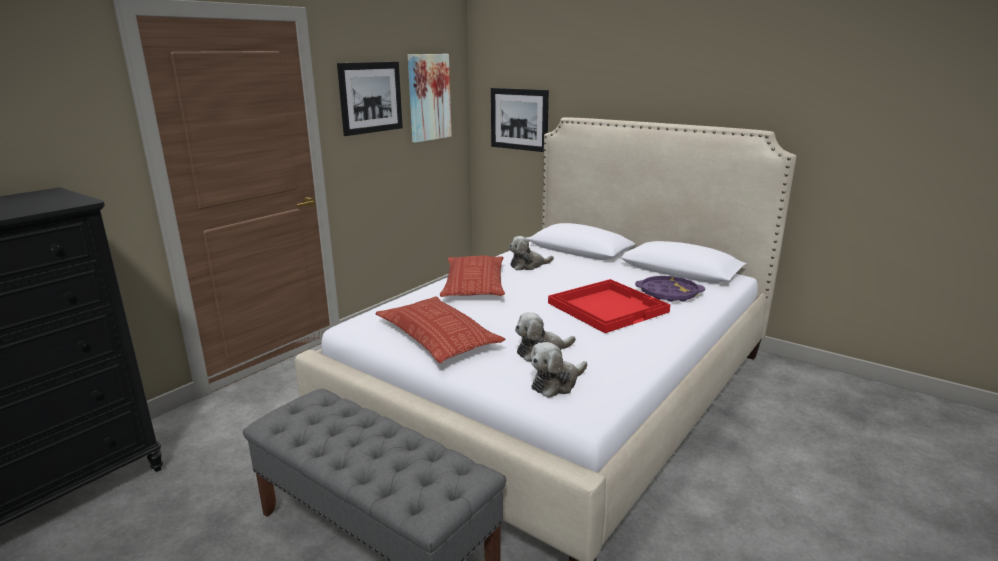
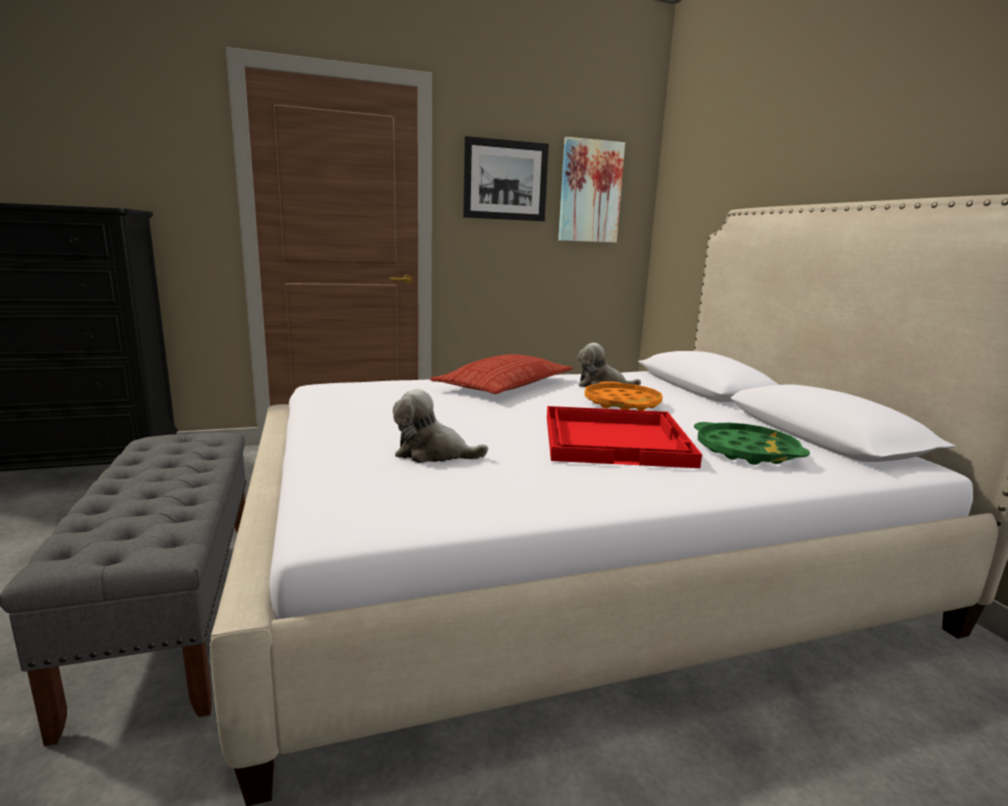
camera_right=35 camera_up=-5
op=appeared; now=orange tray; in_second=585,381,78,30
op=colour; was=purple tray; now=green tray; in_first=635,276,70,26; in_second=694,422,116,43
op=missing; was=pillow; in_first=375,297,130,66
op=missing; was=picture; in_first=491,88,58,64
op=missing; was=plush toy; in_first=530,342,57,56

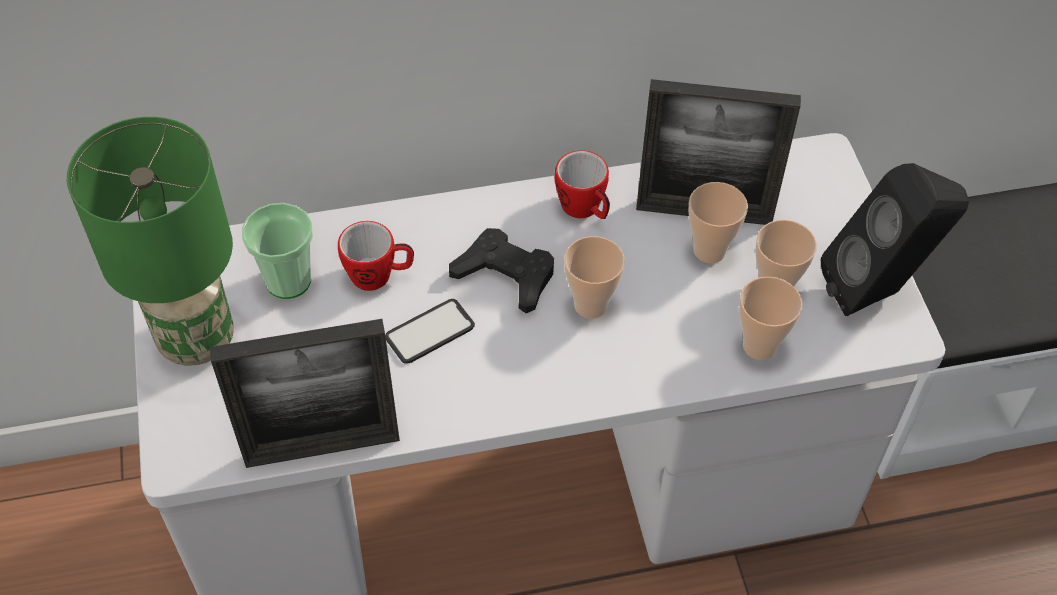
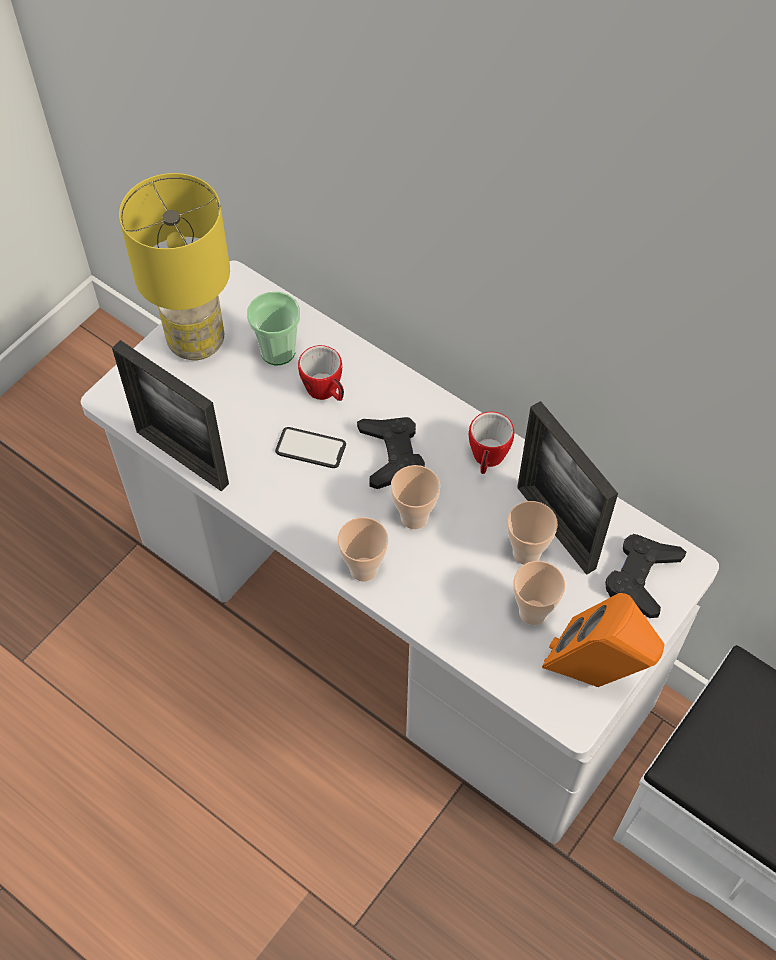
camera_right=50 camera_up=5
op=colour; was=green table lamp; now=yellow table lamp; in_first=67,117,167,248; in_second=119,173,111,187
op=relocated; was=cup; in_first=739,276,63,84; in_second=338,517,50,65
op=colour; was=black speaker; now=orange speaker; in_first=821,163,148,153; in_second=542,593,123,94
op=appeared; now=black game controller; in_second=605,534,82,84

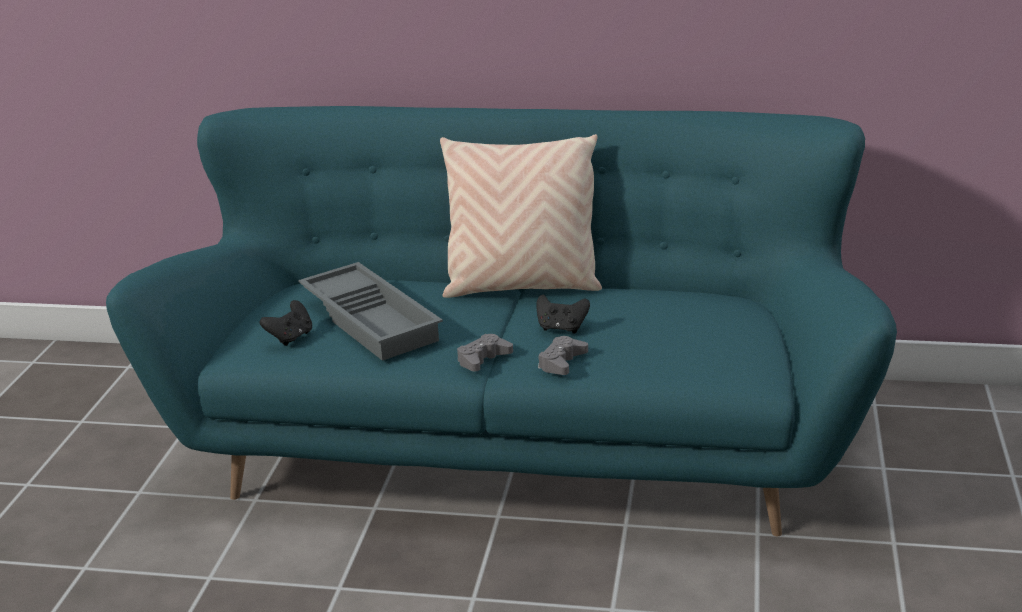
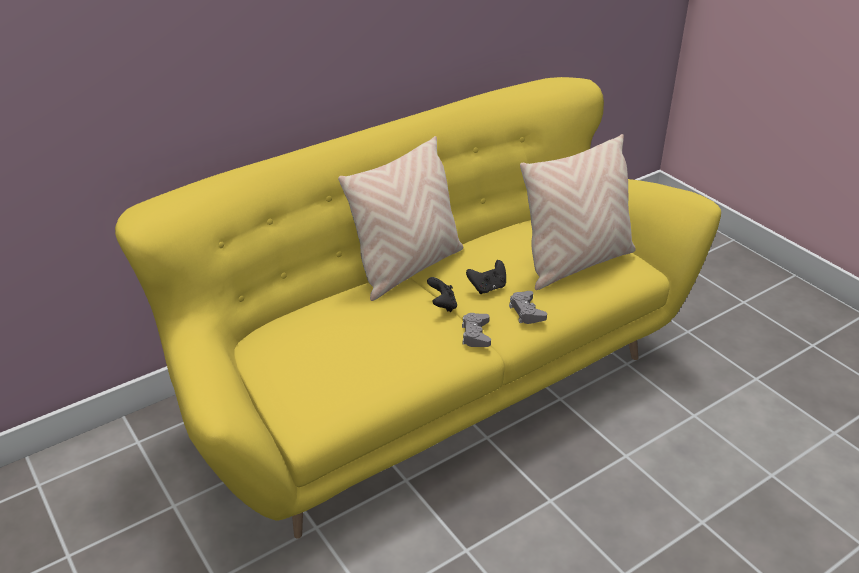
camera_right=-45 camera_up=10
op=colour; was=turquoise sofa; now=yellow sofa; in_first=106,106,791,430; in_second=115,77,606,462
op=relocated; was=black game controller; in_first=260,300,52,46; in_second=427,277,30,35
op=appeared; now=beige pillow; in_second=520,134,116,156
op=missing; was=grey tray; in_first=298,262,145,99

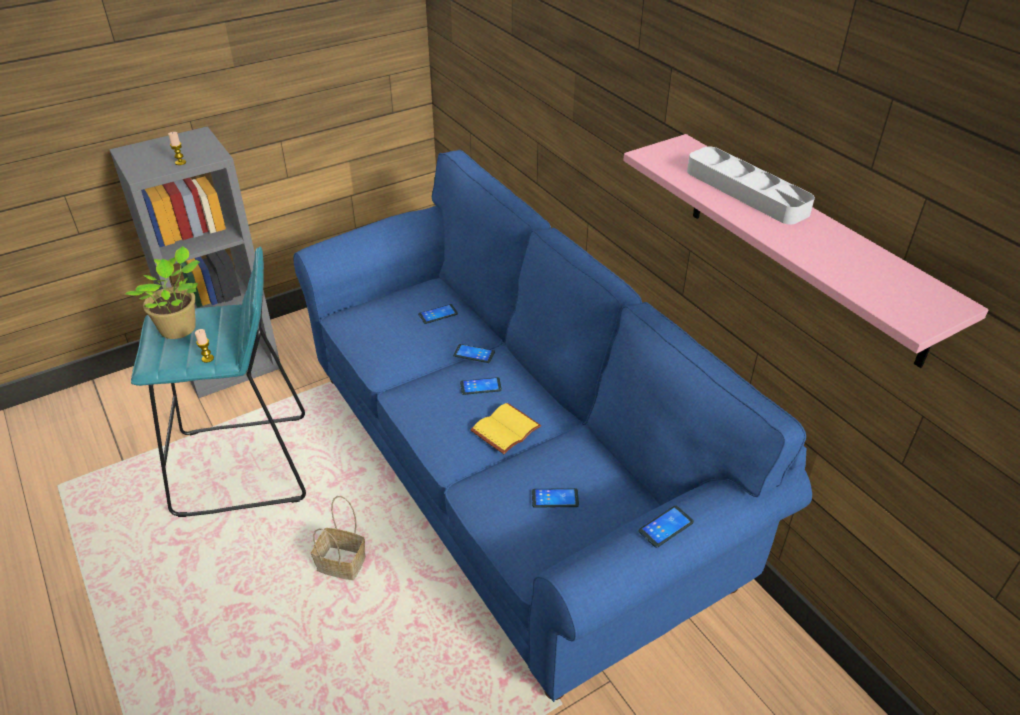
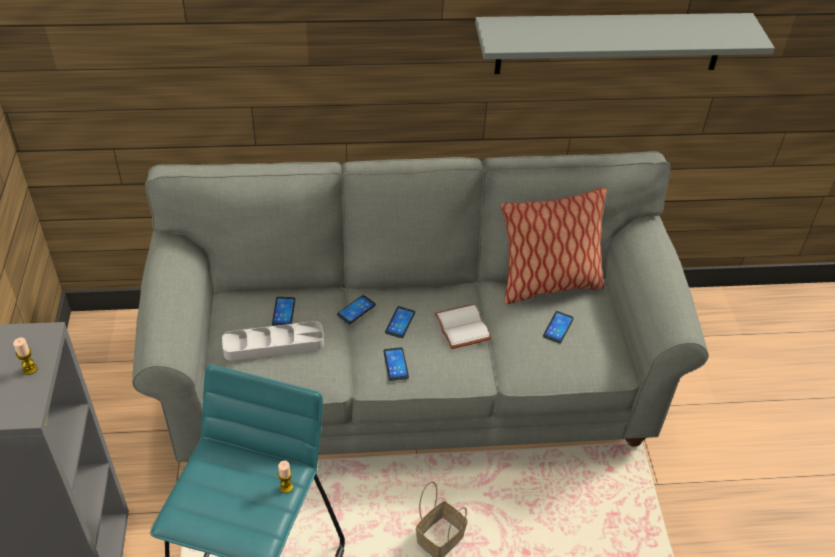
camera_right=-65 camera_up=5
op=colour; was=blue sofa; now=grey sofa; in_first=293,150,519,552; in_second=132,151,577,311
op=relocated; was=grey tray; in_first=687,147,128,77; in_second=222,321,102,40
op=relocated; was=phone; in_first=639,506,55,42; in_second=383,347,26,34
op=colour; was=yellow book; now=white book; in_first=470,403,71,51; in_second=434,304,58,45
op=colour; was=pink shelf; now=grey shelf; in_first=623,134,366,234; in_second=475,13,300,61
op=appeared; now=pillow; in_second=501,187,106,117
op=missing; was=potted plant; in_first=125,246,75,93

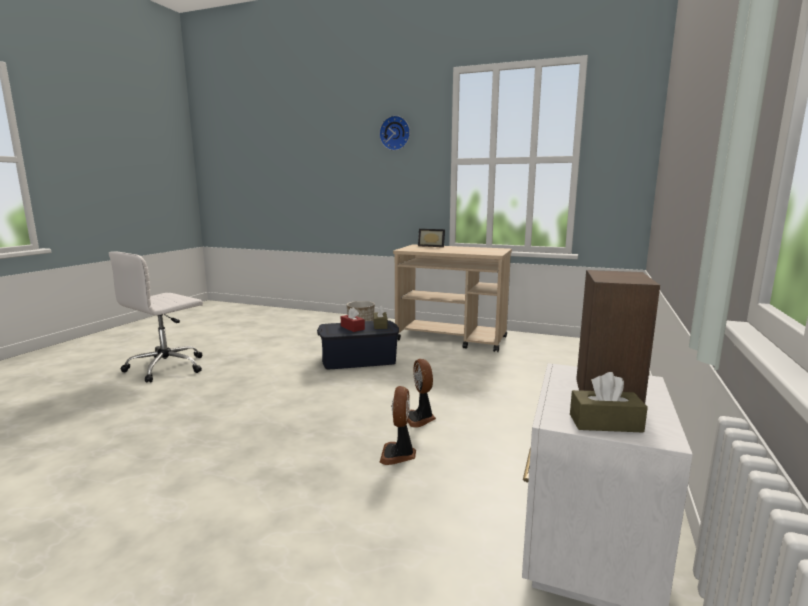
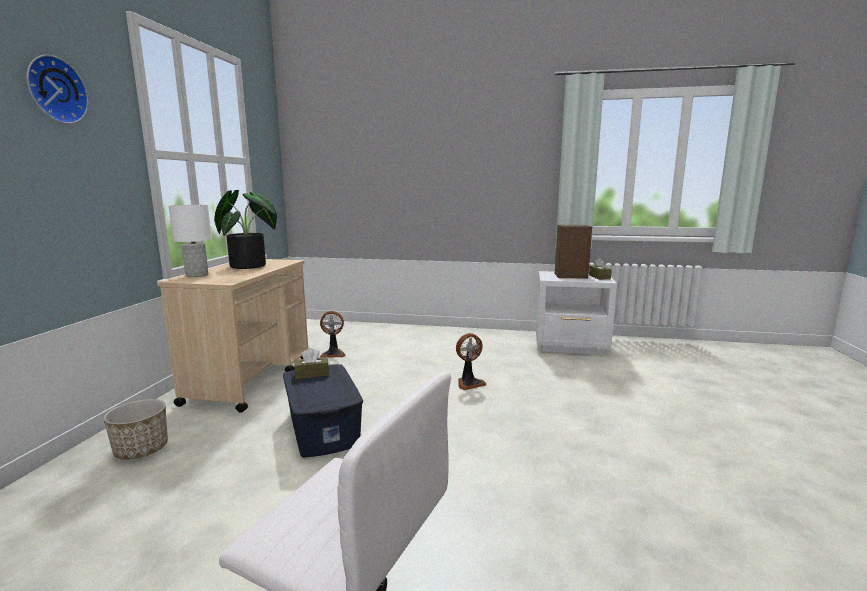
camera_right=-100 camera_up=0
op=exchanged; was=picture frame; now=white table lamp; in_first=418,229,27,18; in_second=169,205,43,72
op=appeared; now=potted plant; in_second=214,190,63,79
op=relocated; was=fan; in_first=380,386,36,79; in_second=320,311,26,47
op=missing; was=red tissue box; in_first=341,307,24,25

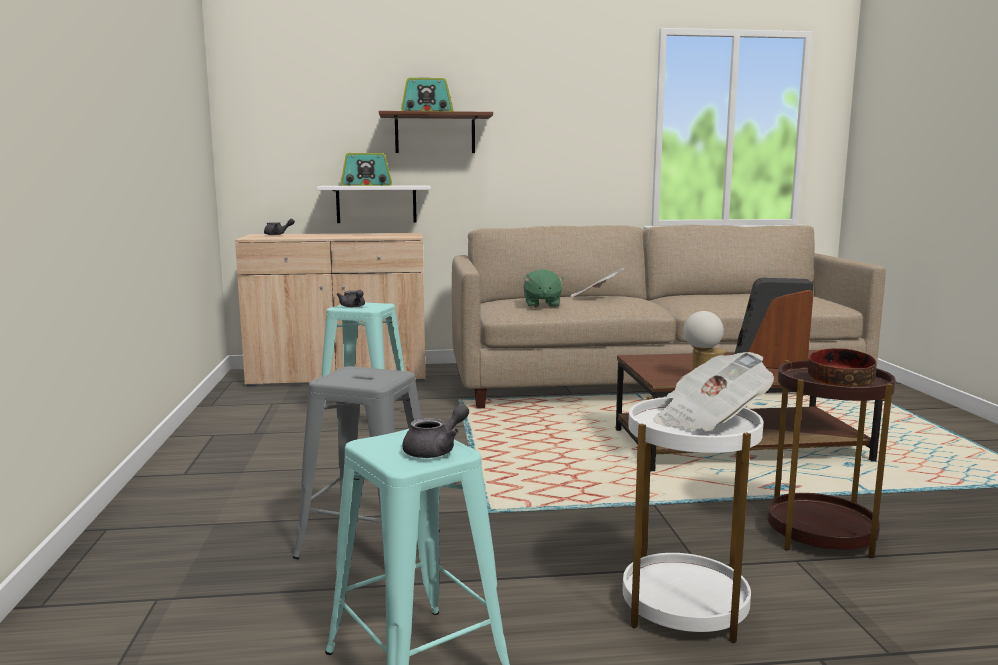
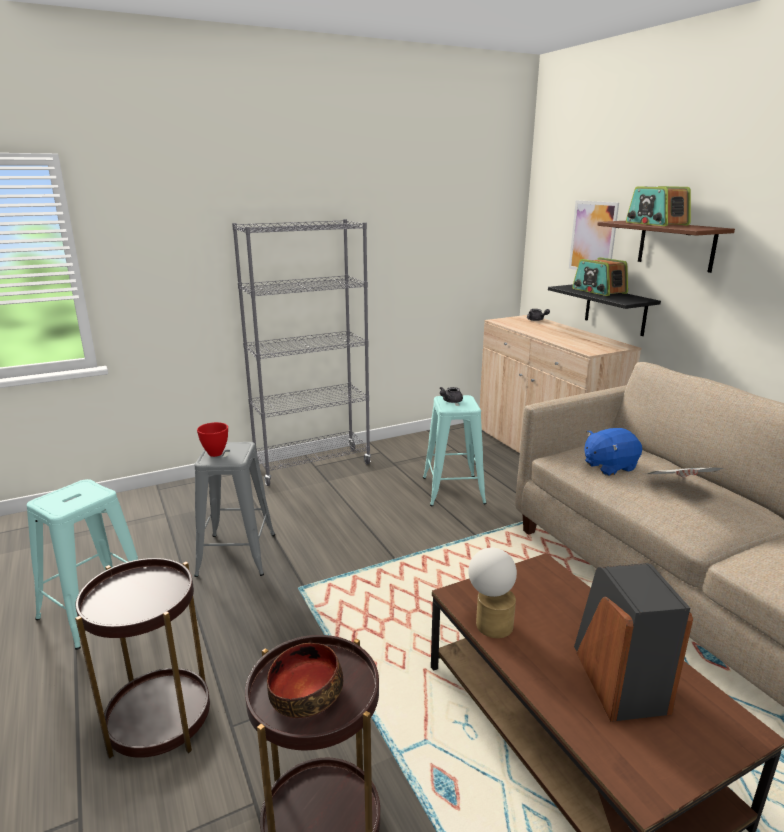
camera_right=70 camera_up=10
op=colour; was=white side table; now=brown side table; in_first=623,396,140,247; in_second=75,558,135,201
op=appeared; now=red bowl; in_second=197,422,31,35
op=appeared; now=grey bookcase; in_second=232,219,139,267
op=colour; was=white shelf; now=black shelf; in_first=316,186,115,37; in_second=548,284,113,52
op=appeared; now=picture; in_second=569,200,50,70
op=colour; was=green plush toy; now=blue plush toy; in_first=524,269,41,38; in_second=585,428,57,48
op=missing; was=grey teapot; in_first=402,404,67,54
op=missing; was=newspaper; in_first=654,352,120,79

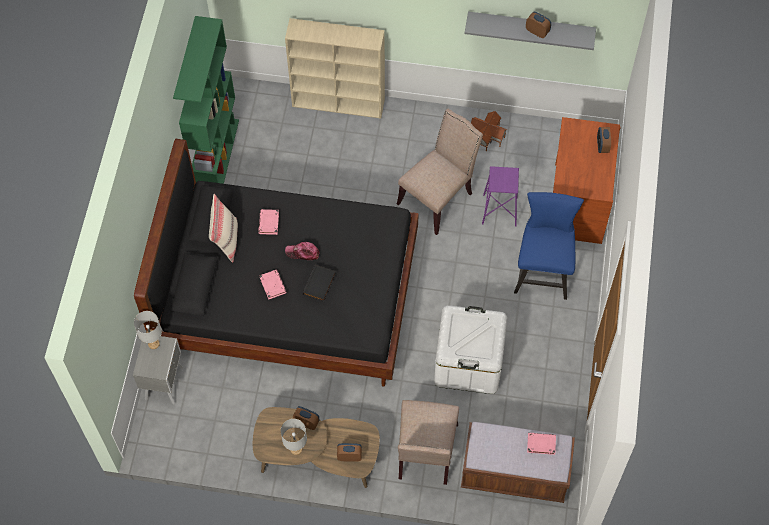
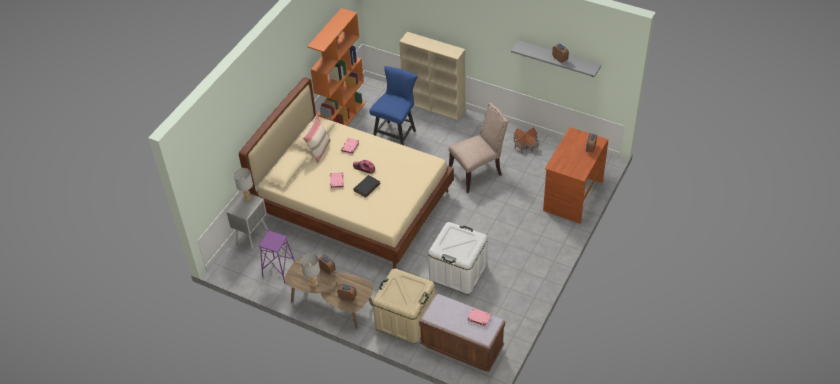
camera_right=20 camera_up=-15
op=colour; was=black bed; now=beige bed; in_first=134,139,285,248; in_second=239,77,215,192
op=relocated; was=purple stool; in_first=482,166,37,61; in_second=258,231,37,53
op=colour; was=green bookcase; now=orange bookcase; in_first=173,16,66,168; in_second=307,8,59,118
op=relocated; was=blue chair; in_first=514,192,70,108; in_second=369,66,49,79
op=exchanged; was=beige chair; now=beige storage box; in_first=398,400,61,85; in_second=372,268,63,76

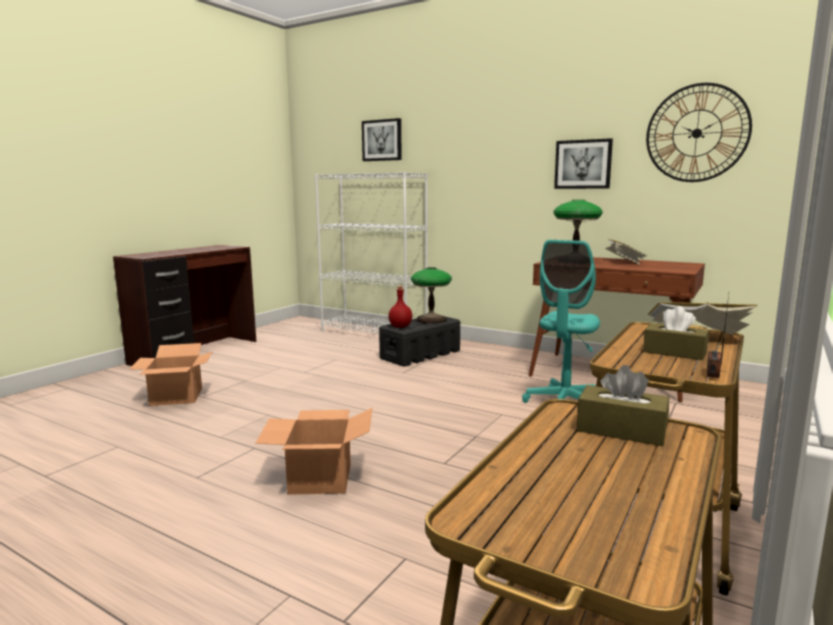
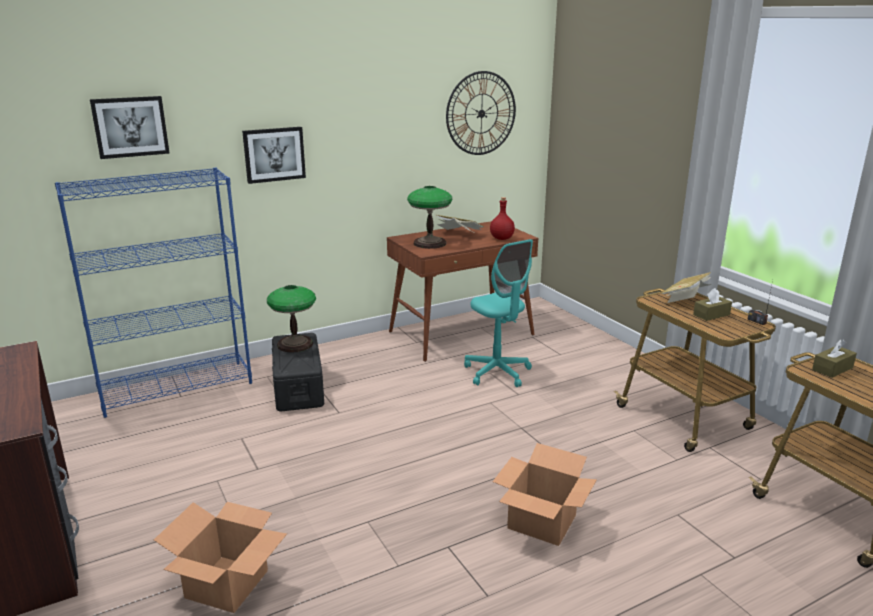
camera_right=-60 camera_up=10
op=colour; was=white bookcase; now=blue bookcase; in_first=315,172,113,162; in_second=55,168,197,250
op=relocated; was=picture; in_first=554,138,59,51; in_second=242,127,64,57
op=relocated; was=red bottle; in_first=388,286,24,42; in_second=490,197,25,43

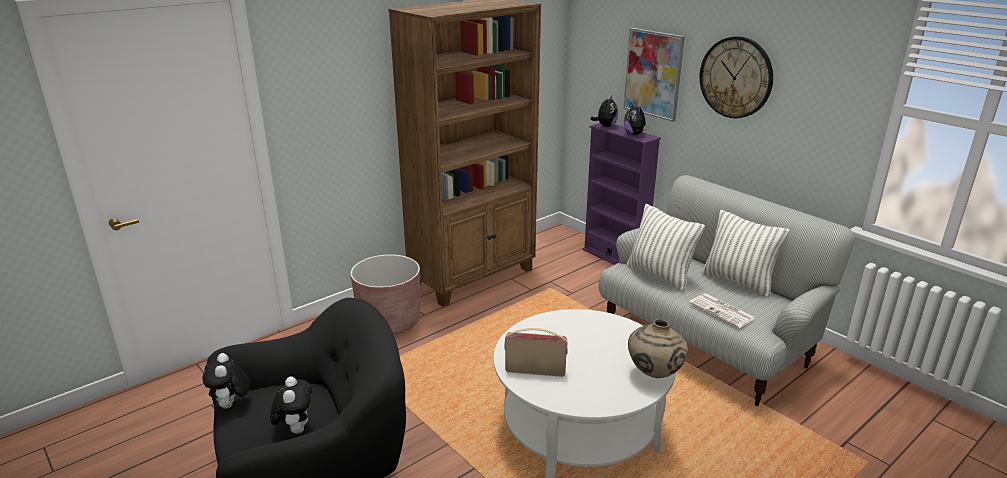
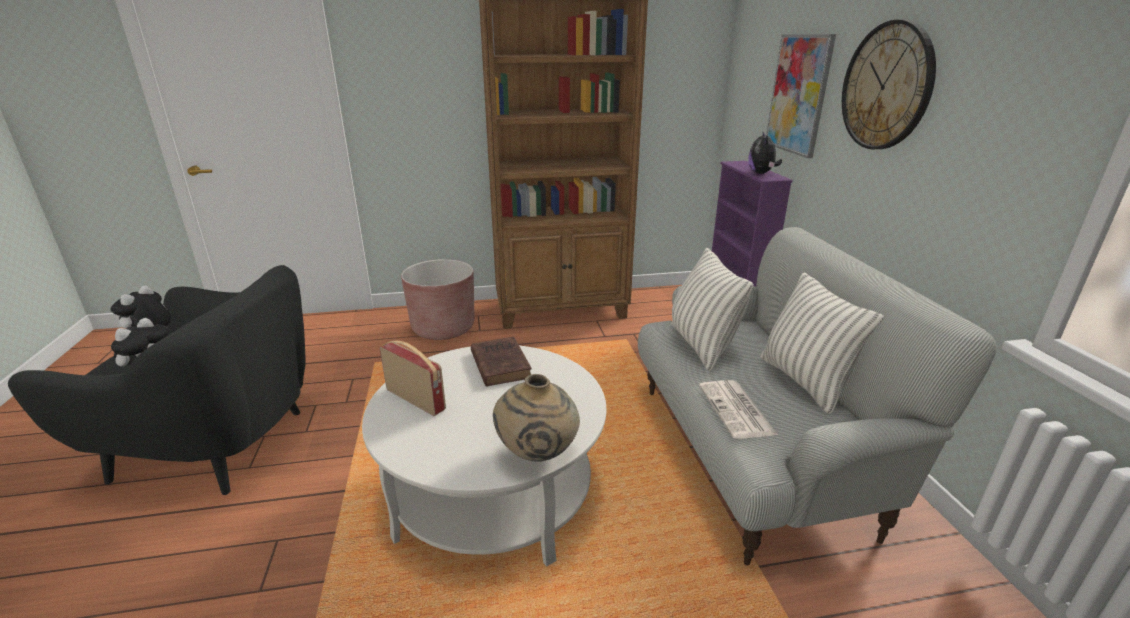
camera_right=30 camera_up=0
op=appeared; now=brown book; in_second=471,337,61,49
op=missing; was=plush toy; in_first=591,96,27,31

